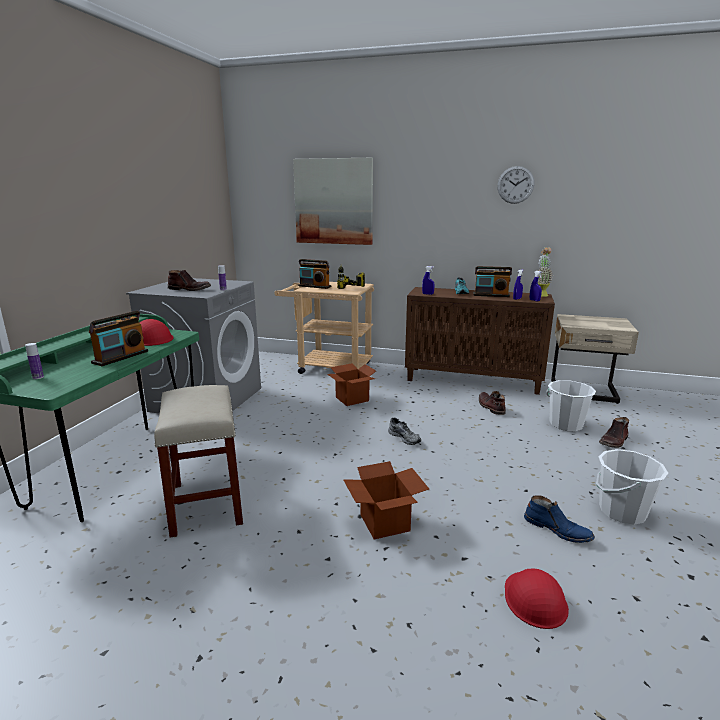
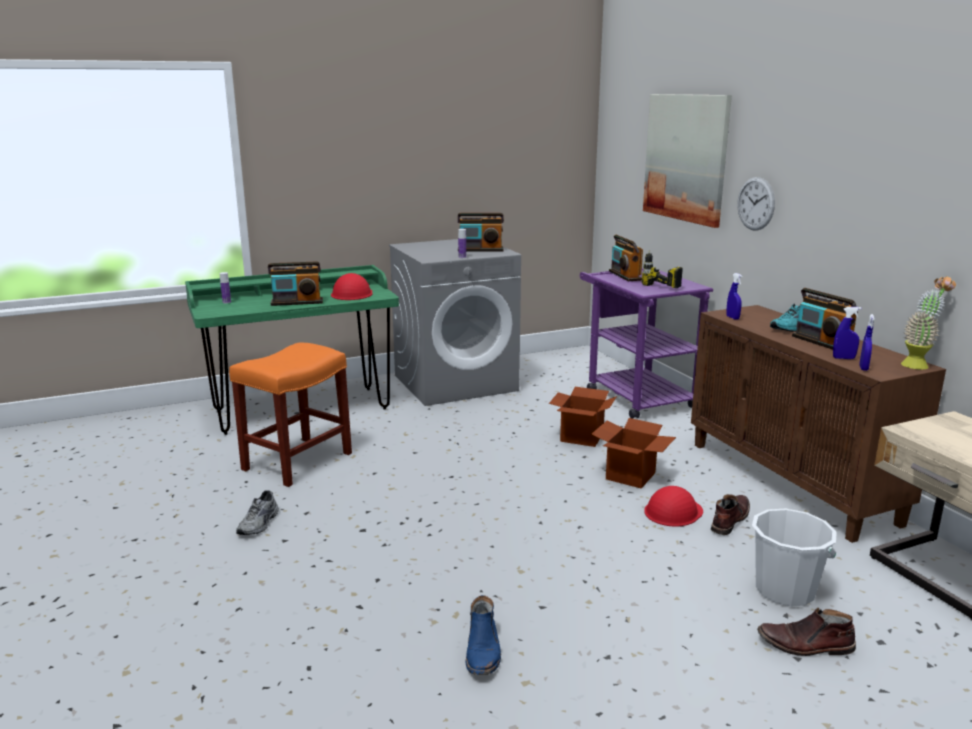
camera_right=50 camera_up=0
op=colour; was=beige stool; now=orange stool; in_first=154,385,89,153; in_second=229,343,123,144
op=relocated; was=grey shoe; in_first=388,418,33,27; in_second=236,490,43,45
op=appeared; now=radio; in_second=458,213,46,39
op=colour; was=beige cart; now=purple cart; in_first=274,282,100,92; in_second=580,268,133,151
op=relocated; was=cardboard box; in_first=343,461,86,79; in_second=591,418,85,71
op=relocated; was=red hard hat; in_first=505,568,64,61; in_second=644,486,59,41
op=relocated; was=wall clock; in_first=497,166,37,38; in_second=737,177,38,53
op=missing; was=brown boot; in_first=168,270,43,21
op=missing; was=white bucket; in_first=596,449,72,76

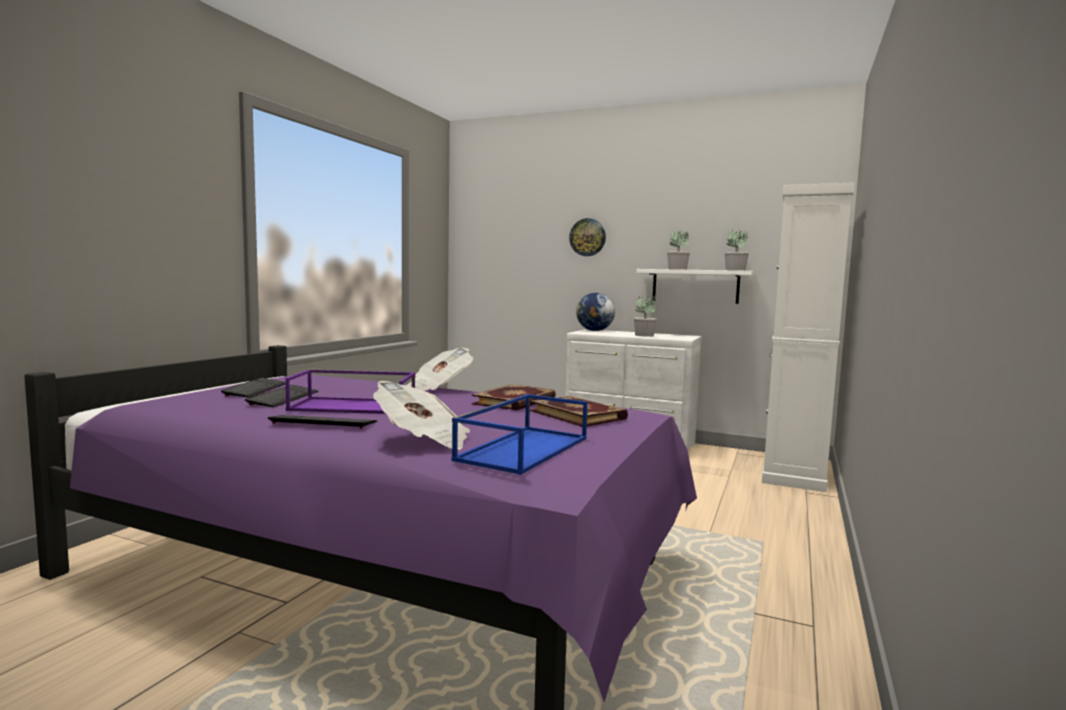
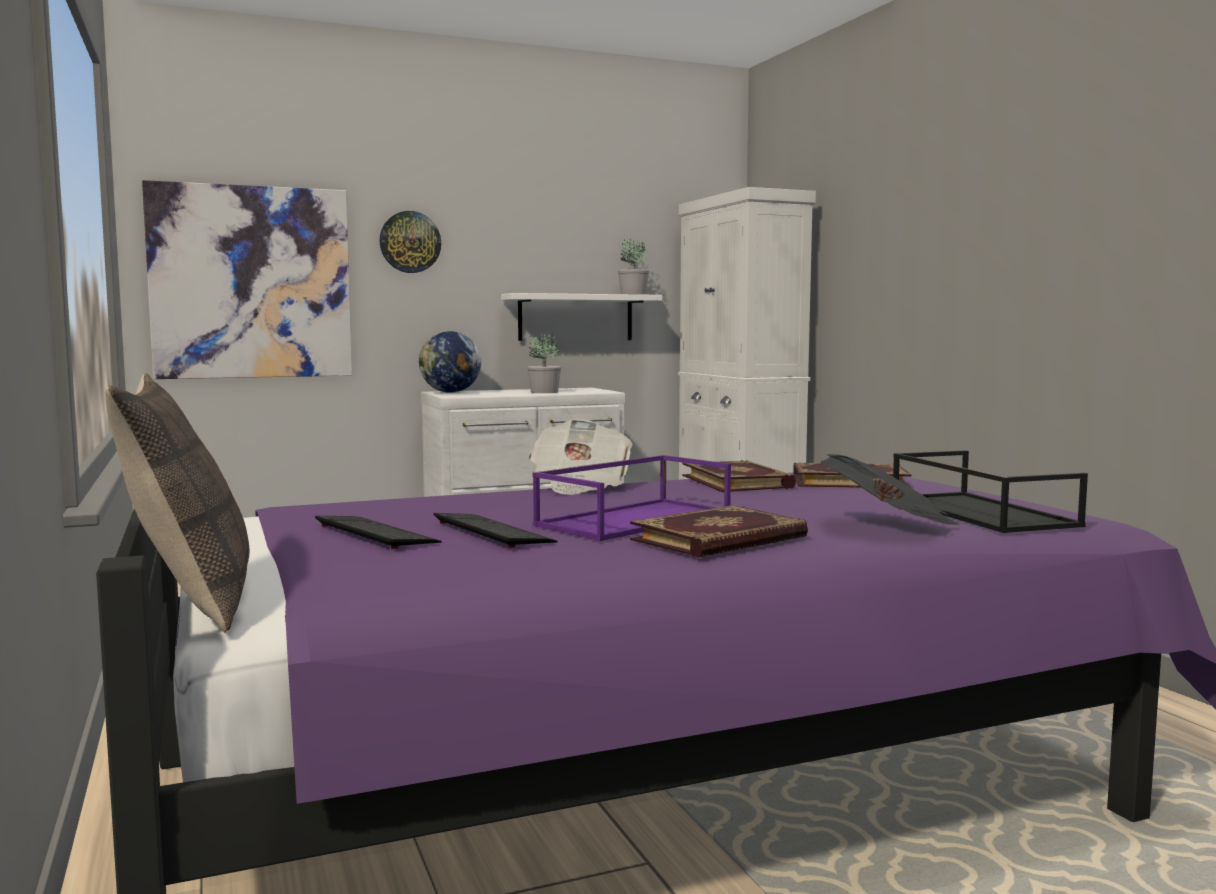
camera_right=-45 camera_up=0
op=appeared; now=pillow; in_second=105,373,145,260
op=appeared; now=picture; in_second=142,180,210,199
op=exchanged; was=keyboard; now=book; in_first=268,415,109,14; in_second=630,505,178,53
op=colour; was=blue tray; now=black tray; in_first=452,394,136,81; in_second=893,450,195,83
op=missing; was=potted plant; in_first=667,230,23,40

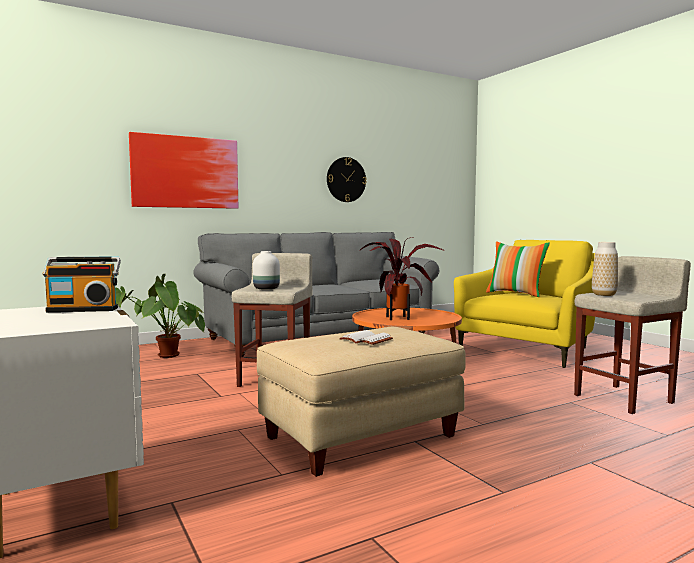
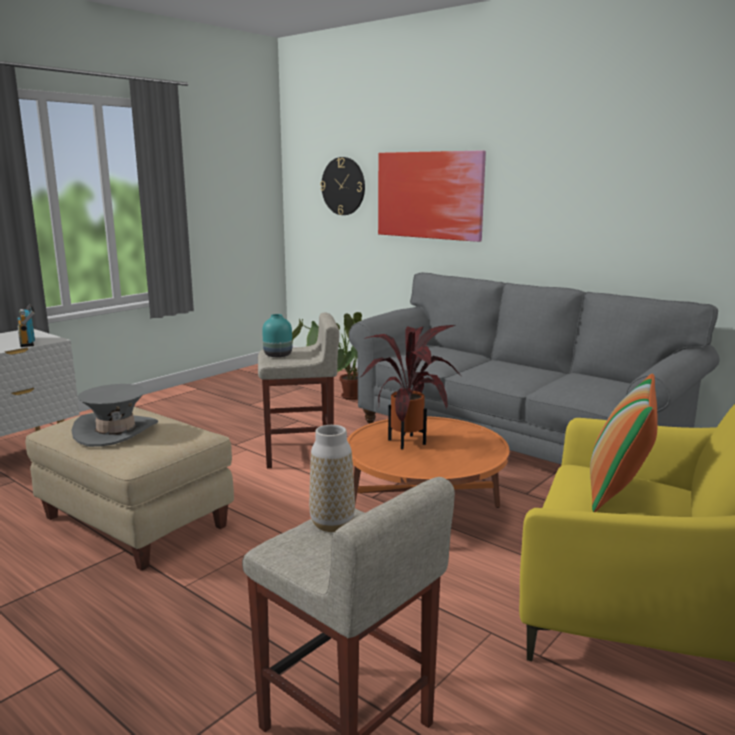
camera_right=70 camera_up=10
op=exchanged; was=white book; now=grey hat; in_first=339,330,54,15; in_second=72,384,86,63
op=colour; was=white vase; now=turquoise vase; in_first=253,251,27,39; in_second=262,314,30,43
op=relocated; was=wall clock; in_first=327,157,40,45; in_second=320,157,45,58

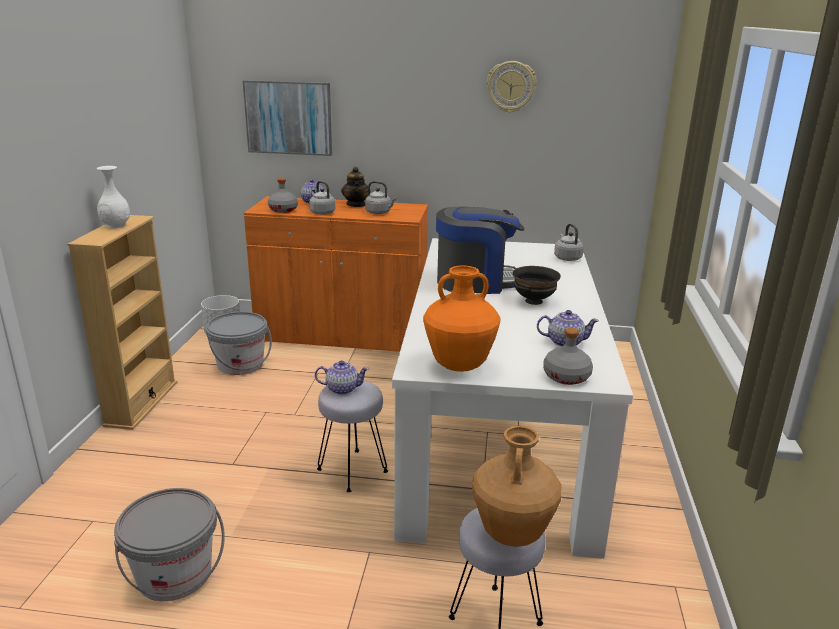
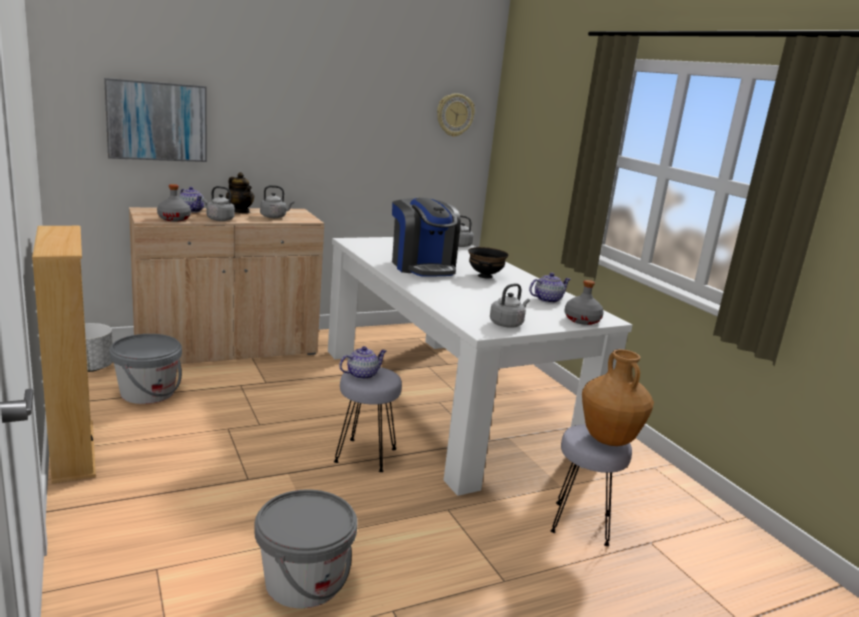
camera_right=-35 camera_up=-5
op=colour; was=orange cabinet; now=beige cabinet; in_first=244,196,184,156; in_second=129,207,195,157
op=spun; was=coffee machine; in_first=436,206,89,88; in_second=392,198,69,79; clockwise=105
op=relocated; was=wall clock; in_first=487,61,49,52; in_second=437,93,38,44
op=exchanged; was=orange vase; now=grey kettle; in_first=423,265,78,107; in_second=490,283,40,44
op=missing; was=white vase; in_first=97,166,33,63

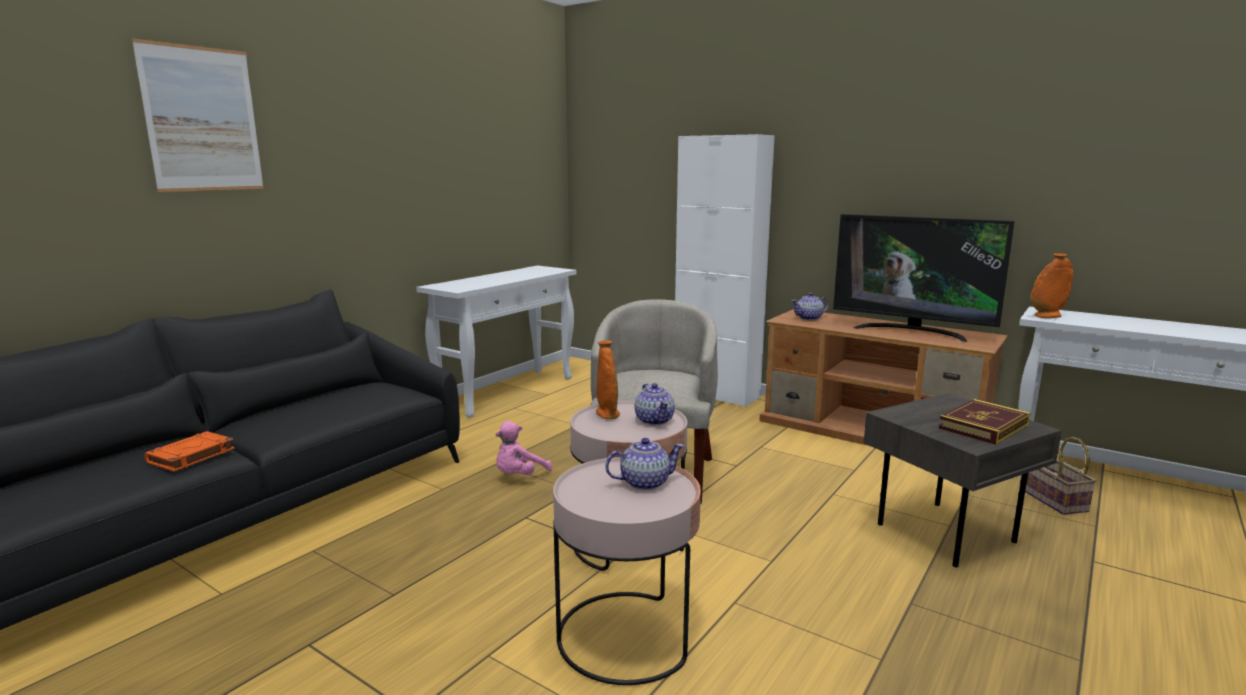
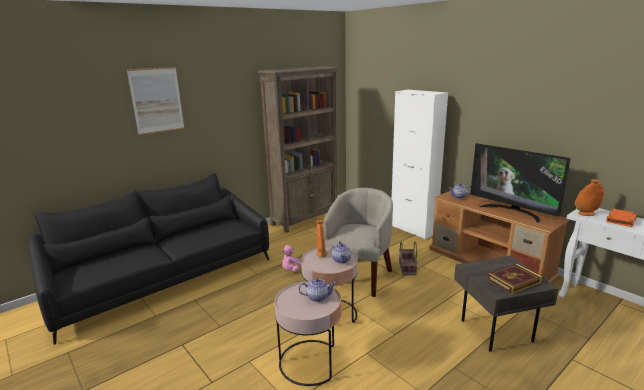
camera_right=15 camera_up=5
op=exchanged; was=white console table; now=brown bookcase; in_first=416,266,161,152; in_second=258,67,81,166
op=relocated; was=basket; in_first=1025,437,71,78; in_second=399,241,19,34
op=relocated; was=orange book; in_first=144,431,91,41; in_second=606,209,31,18

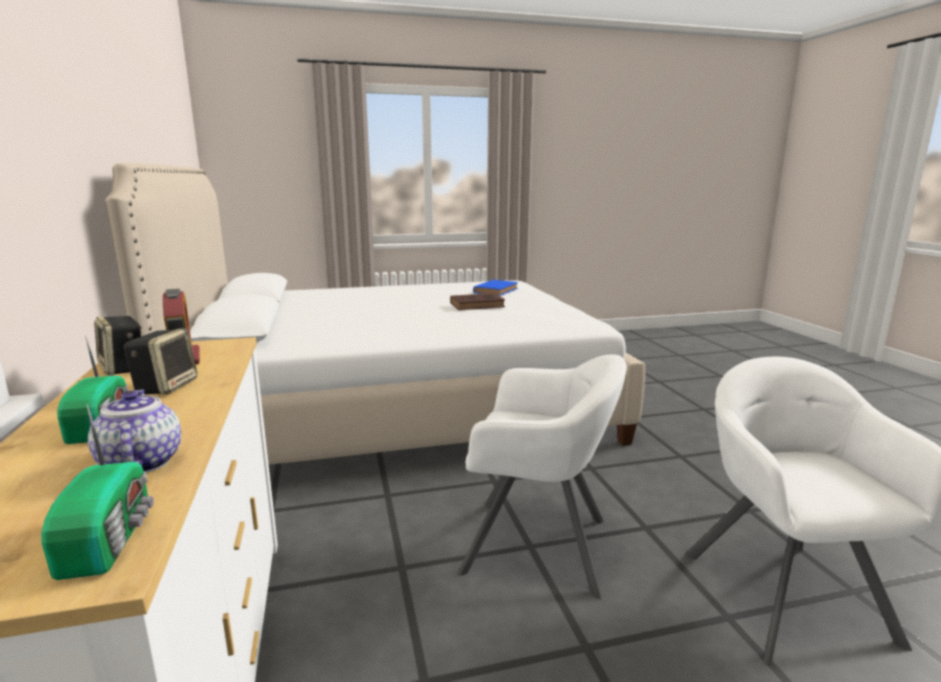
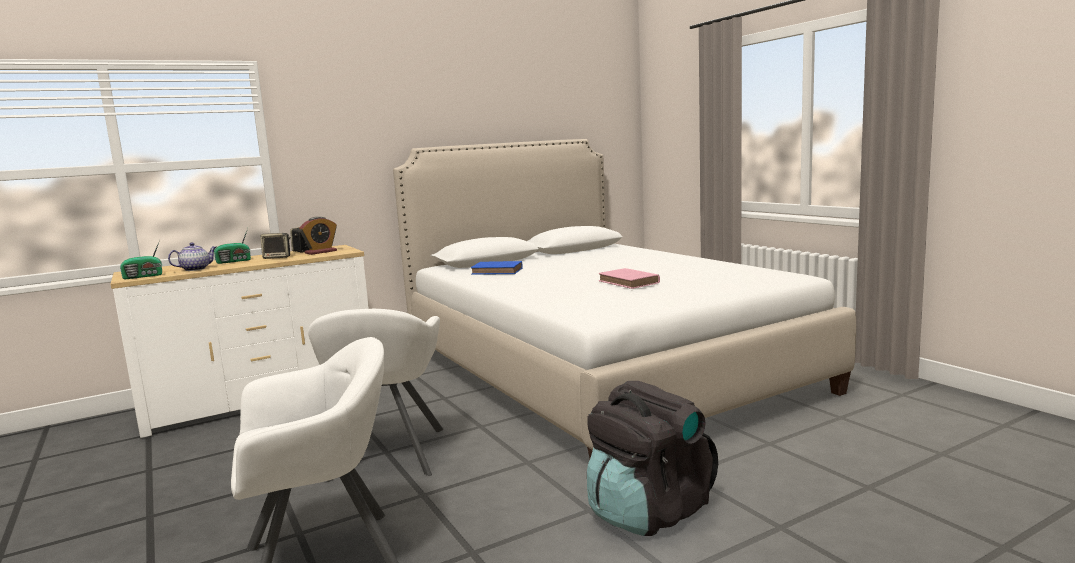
camera_right=75 camera_up=-5
op=relocated; was=blue book; in_first=473,280,45,16; in_second=471,261,52,14
op=appeared; now=black backpack; in_second=587,381,131,155
op=colour; was=brown book; now=pink book; in_first=450,293,55,17; in_second=599,268,61,21

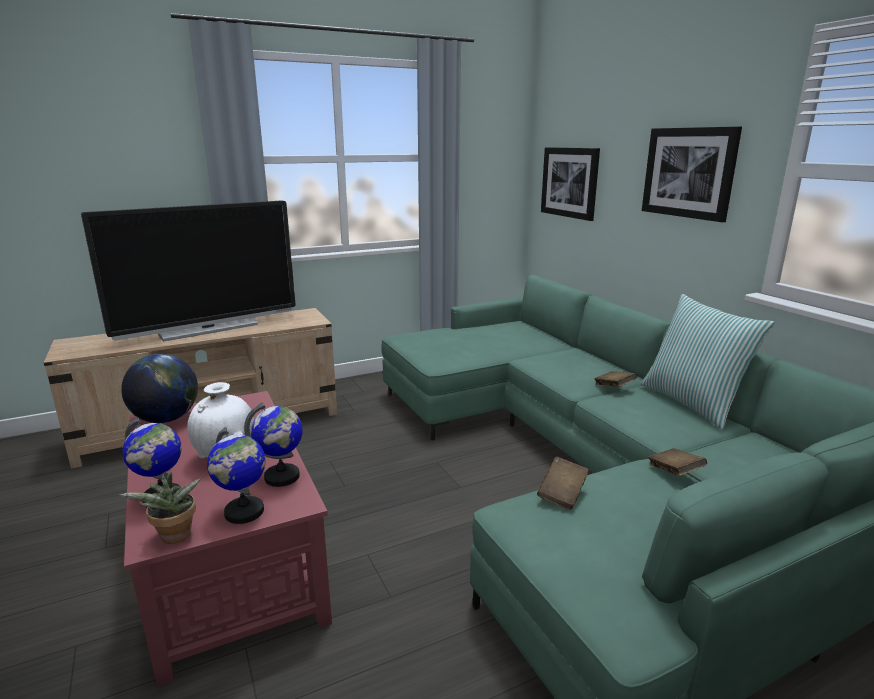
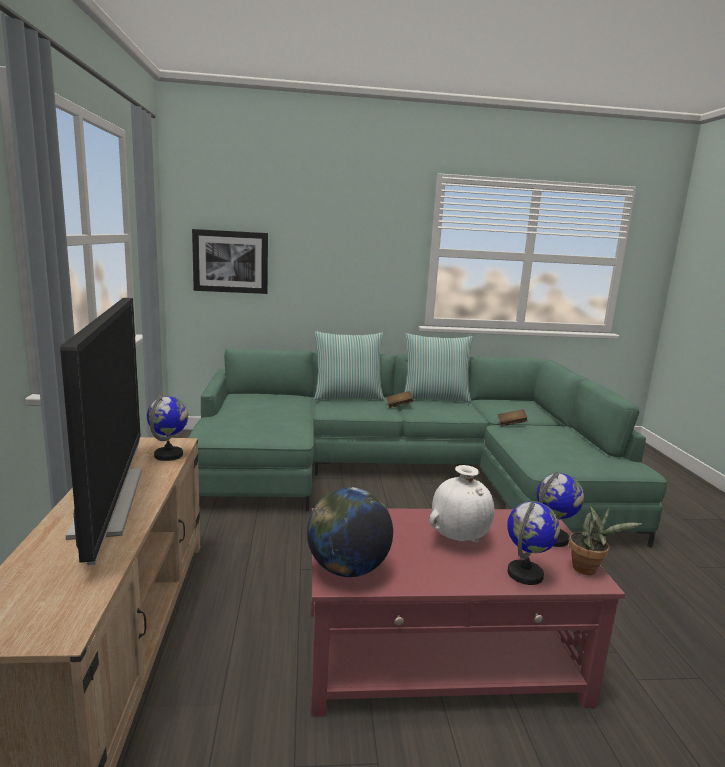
camera_right=-70 camera_up=-5
op=relocated; was=globe; in_first=244,402,59,85; in_second=147,394,41,67
op=appeared; now=pillow; in_second=314,331,70,70
op=missing; was=brown book; in_first=537,457,52,53
op=missing; was=picture; in_first=642,126,100,96

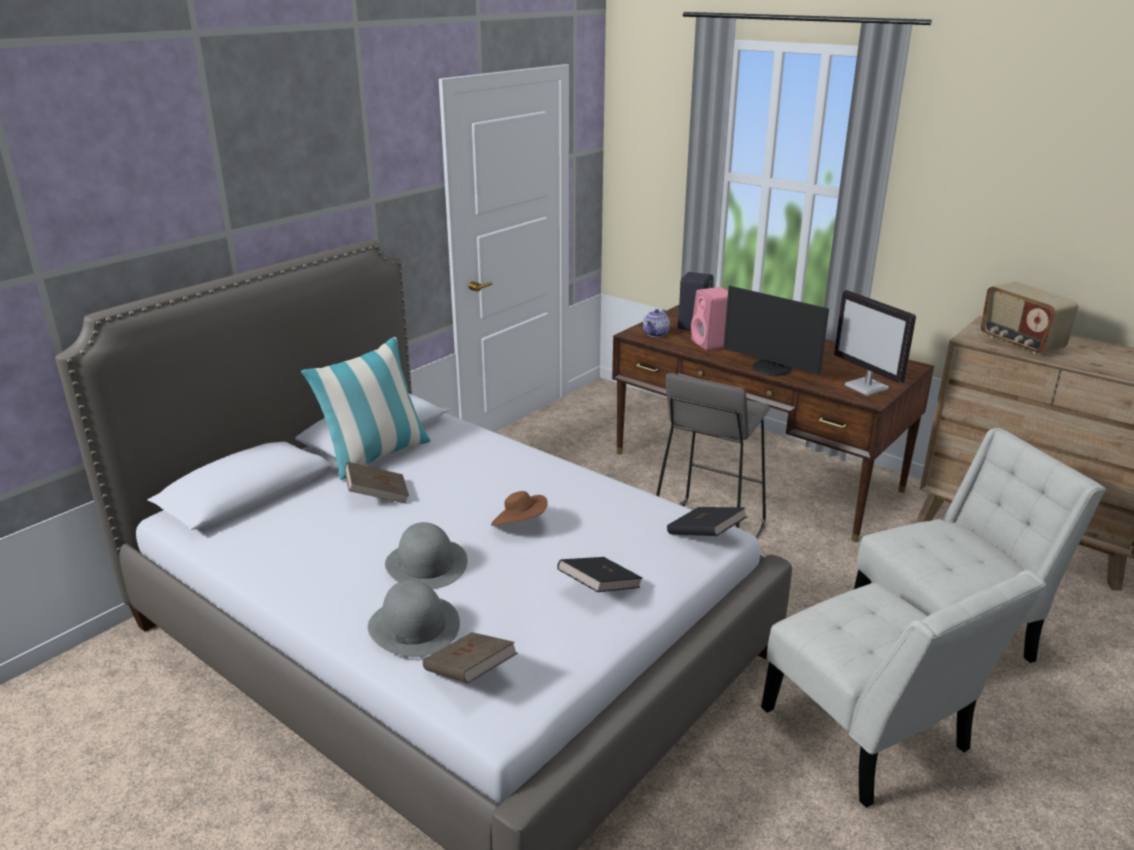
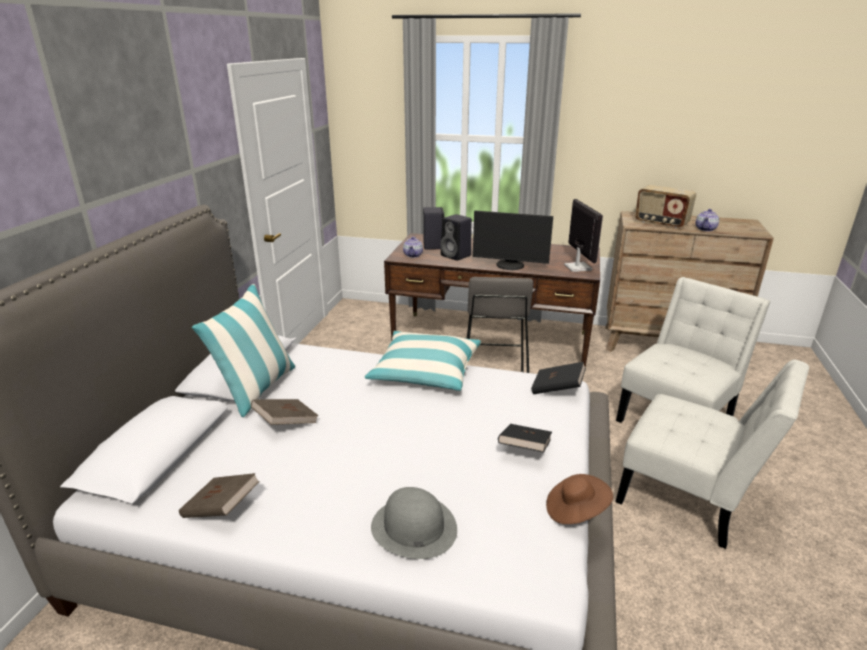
camera_right=-25 camera_up=0
op=relocated; was=brown book; in_first=423,632,95,51; in_second=179,473,81,45
op=appeared; now=pillow; in_second=365,331,116,60
op=colour; was=pink speaker; now=black speaker; in_first=691,287,37,63; in_second=440,214,32,47
op=relocated; was=brown hat; in_first=491,491,57,35; in_second=546,474,67,50
op=spun; was=monitor; in_first=834,290,82,106; in_second=564,199,39,73; clockwise=-135
op=appeared; now=teapot; in_second=696,209,23,22
op=missing; was=grey hat; in_first=385,522,83,67

